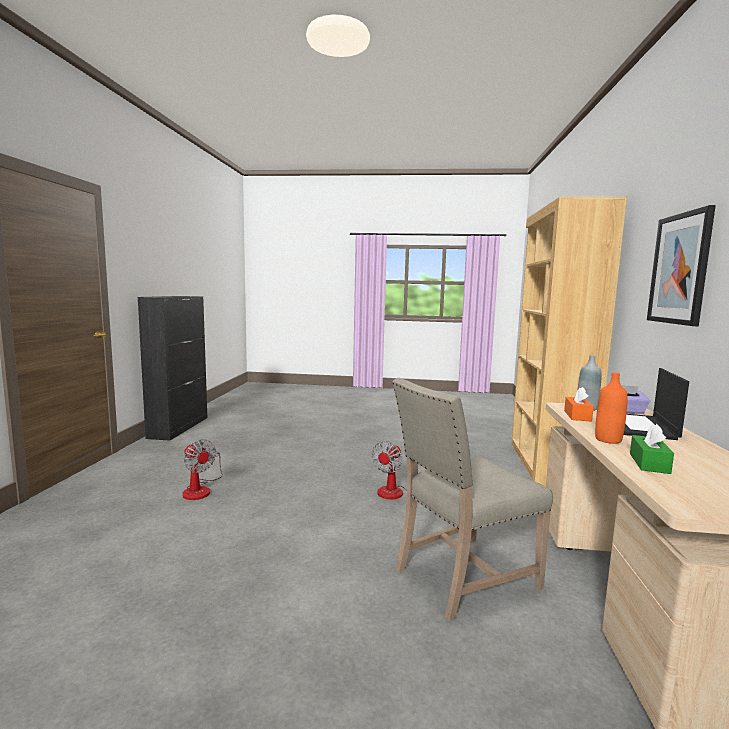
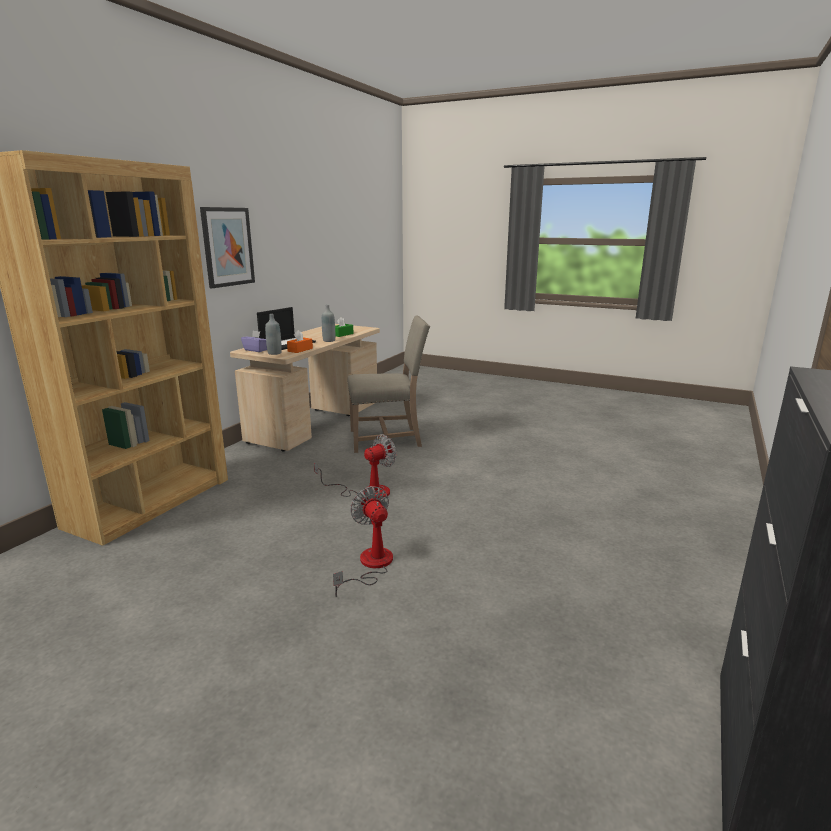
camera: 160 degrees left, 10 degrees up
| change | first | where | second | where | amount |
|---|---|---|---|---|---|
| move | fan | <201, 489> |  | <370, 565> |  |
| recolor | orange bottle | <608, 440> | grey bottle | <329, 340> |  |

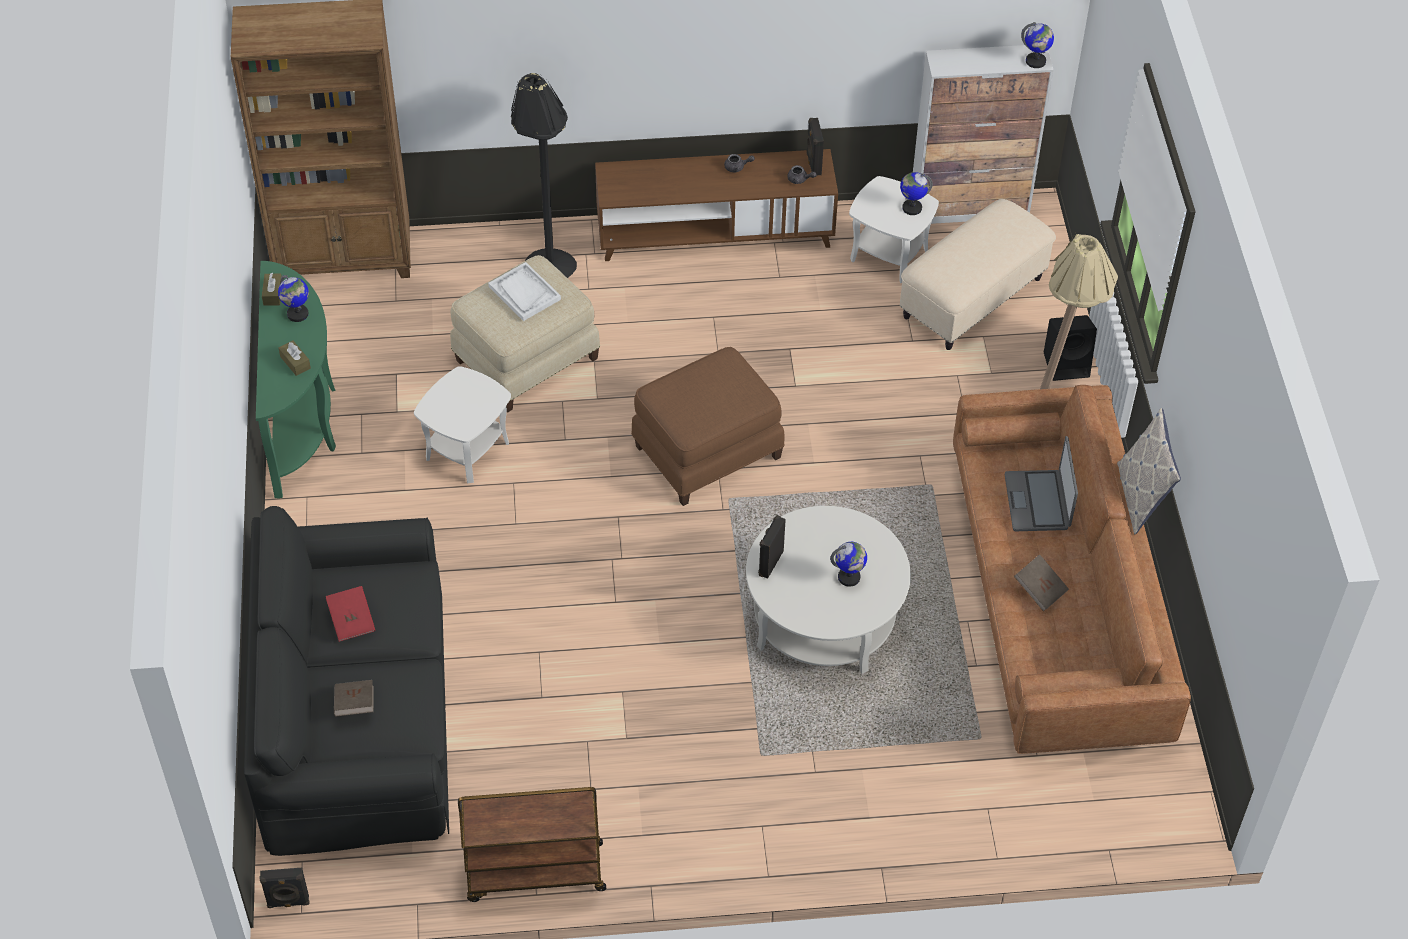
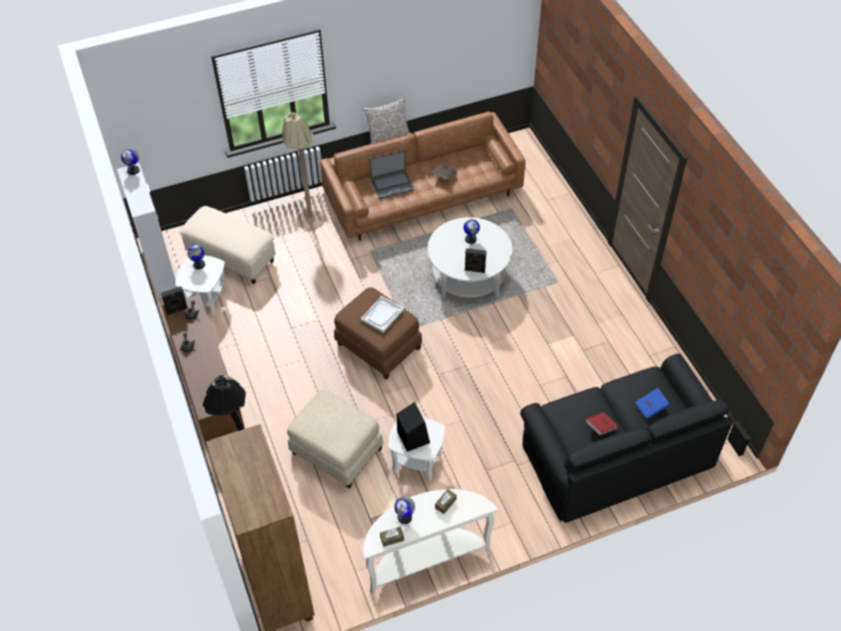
camera: 105 degrees left, 0 degrees up
| change | first | where | second | where | amount |
|---|---|---|---|---|---|
| delete | brown cart | <534, 873> |  |  |  |
| move | white tray | <524, 293> |  | <382, 315> |  |
| move | black speaker | <1067, 364> |  | <412, 436> |  |
| recolor | green console table | <303, 421> | white console table | <425, 557> |  |
| recolor | brown book | <354, 705> | blue book | <651, 407> |  |

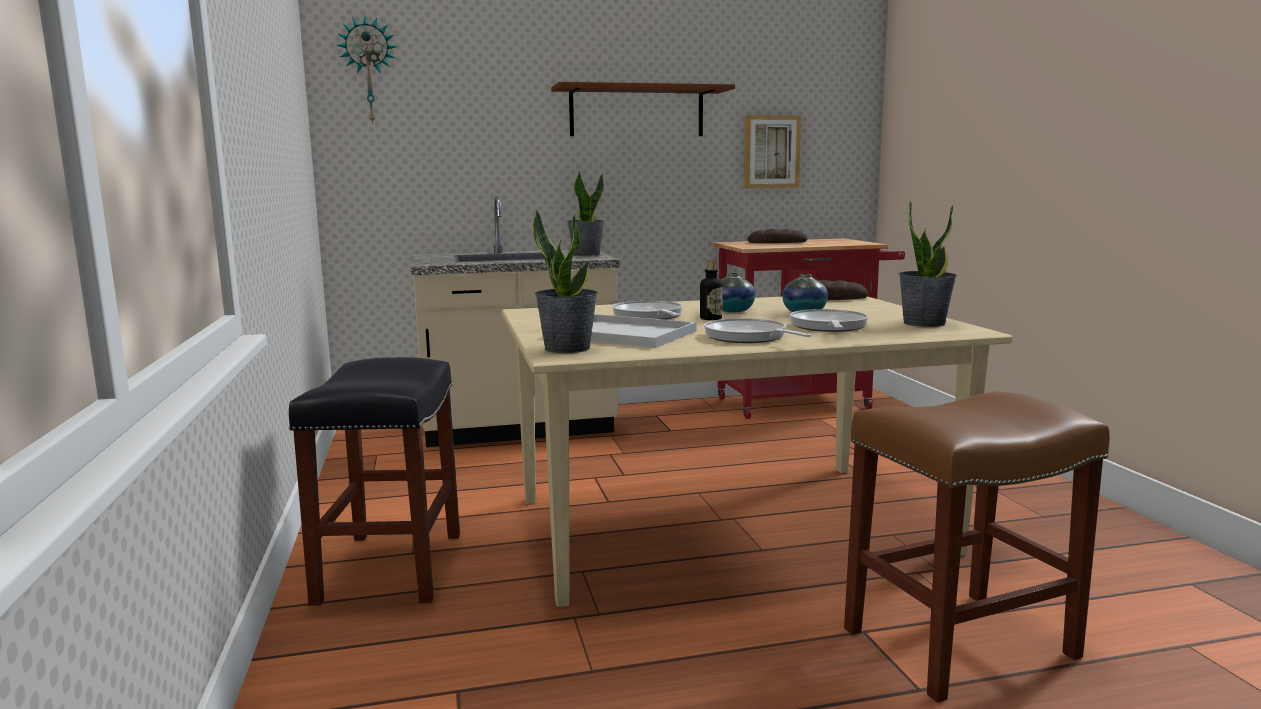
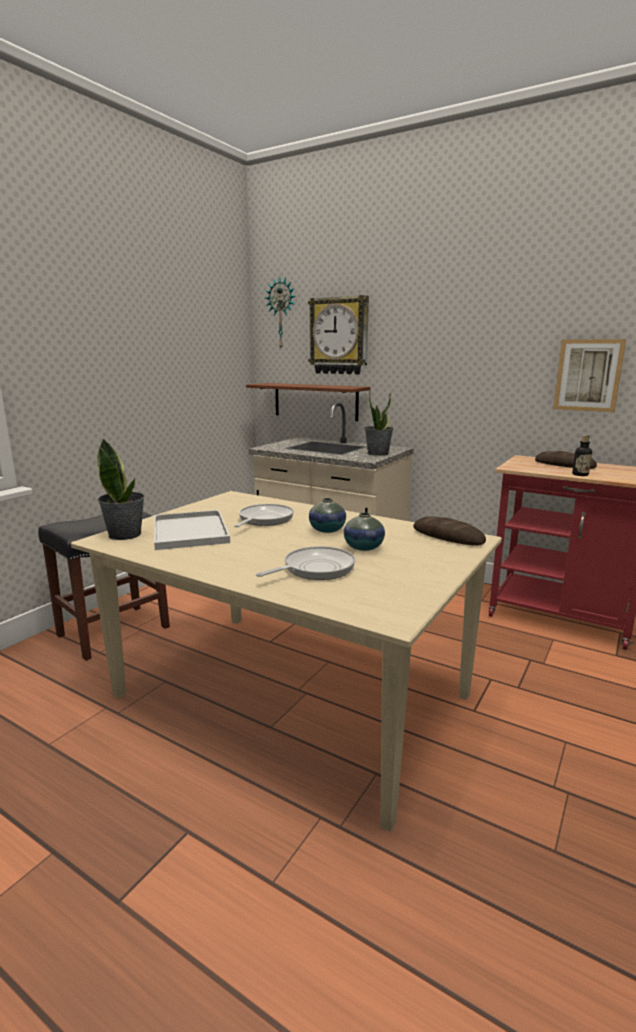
camera: 45 degrees right, 5 degrees up
| change | first | where | second | where | amount |
|---|---|---|---|---|---|
| delete | frying pan | <748, 337> |  |  |  |
| delete | brown stool | <958, 644> |  |  |  |
| delete | potted plant | <923, 323> |  |  |  |
| insert |  |  | wall clock | <339, 336> |  |
| move | brown shelf | <637, 112> |  | <315, 401> |  |
| move | bottle | <711, 318> |  | <580, 474> |  |

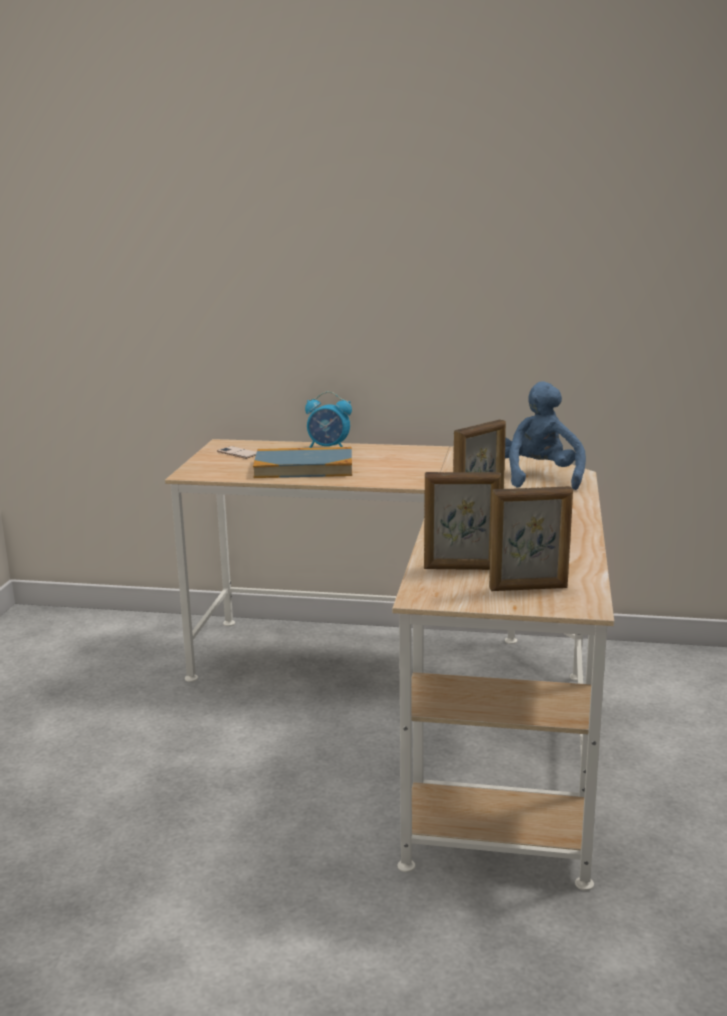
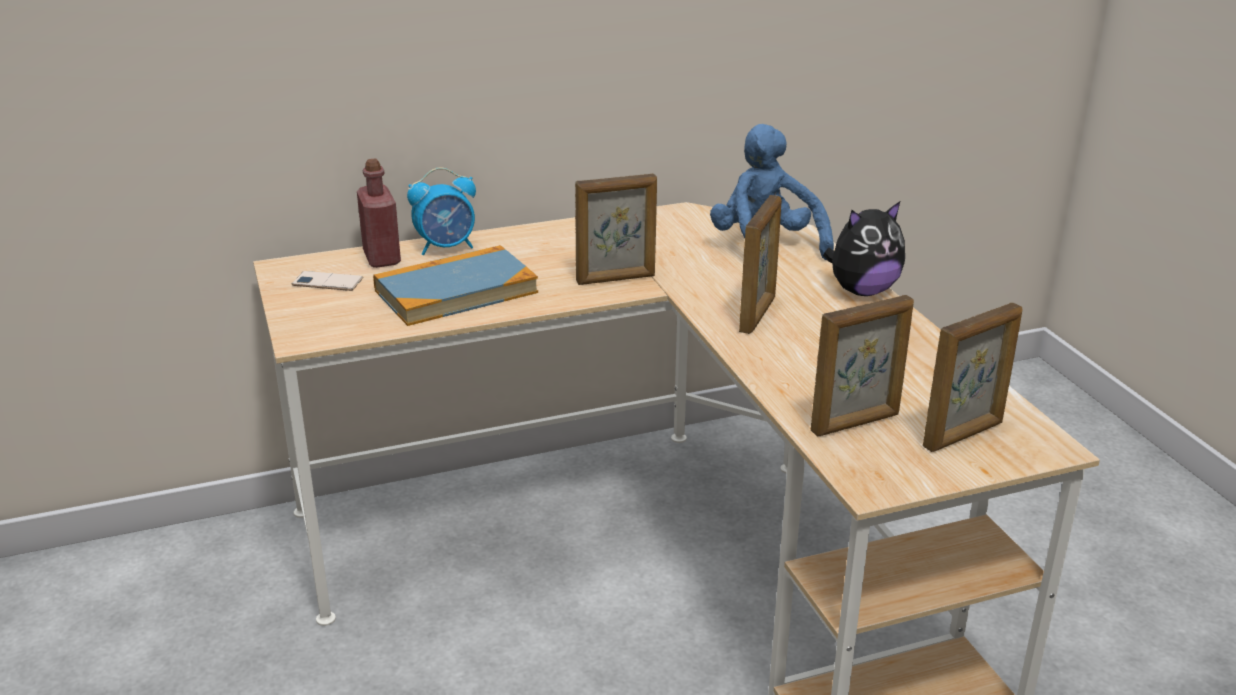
camera: 30 degrees left, 10 degrees up
| change | first | where | second | where | amount |
|---|---|---|---|---|---|
| insert |  |  | red bottle | <382, 258> |  |
| insert |  |  | picture frame | <616, 279> |  |
| insert |  |  | plush toy | <862, 290> |  |

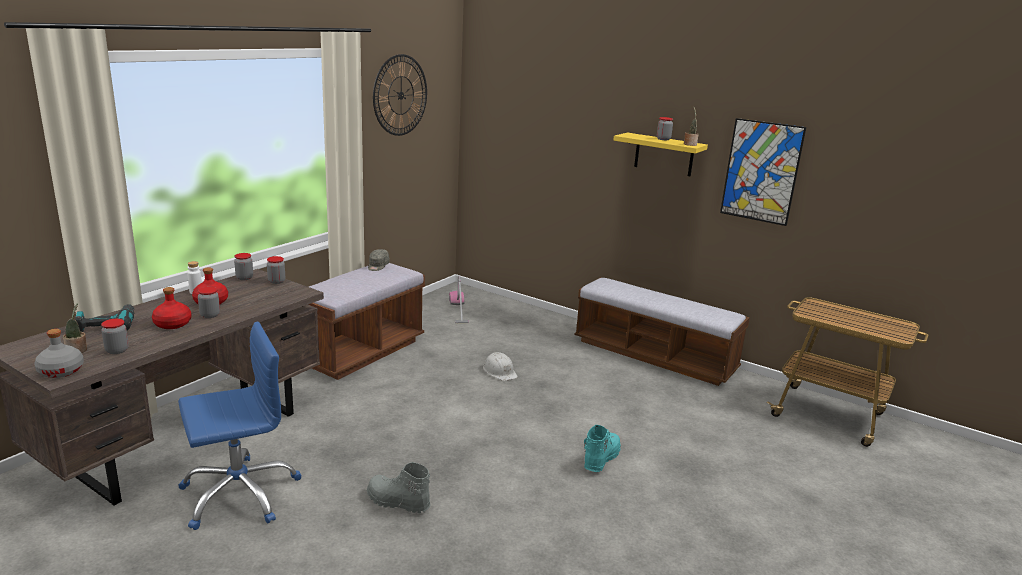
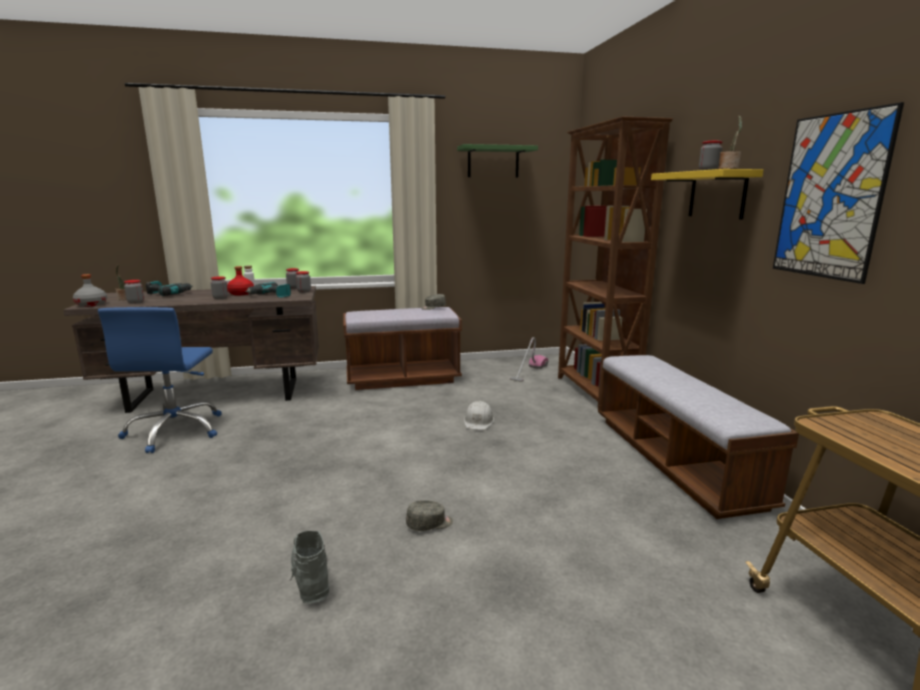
camera: 45 degrees right, 5 degrees down
| change | first | where | second | where | amount |
|---|---|---|---|---|---|
| delete | red bottle | <172, 324> |  |  |  |
| insert |  |  | power drill | <270, 296> |  |
| insert |  |  | brown bookcase | <595, 392> |  |
| move | grey boot | <397, 502> |  | <310, 577> |  |
| replace | wall clock | <400, 95> | green shelf | <493, 162> |  |
| replace | turquoise boot | <600, 459> | grey cap | <429, 524> |  |
| rotate | blue office chair | <239, 493> |  | <175, 431> | 75 degrees clockwise |

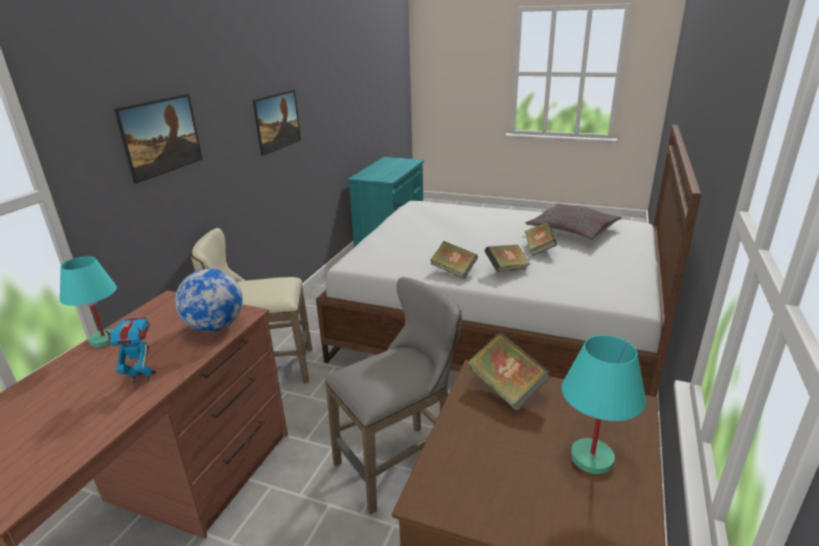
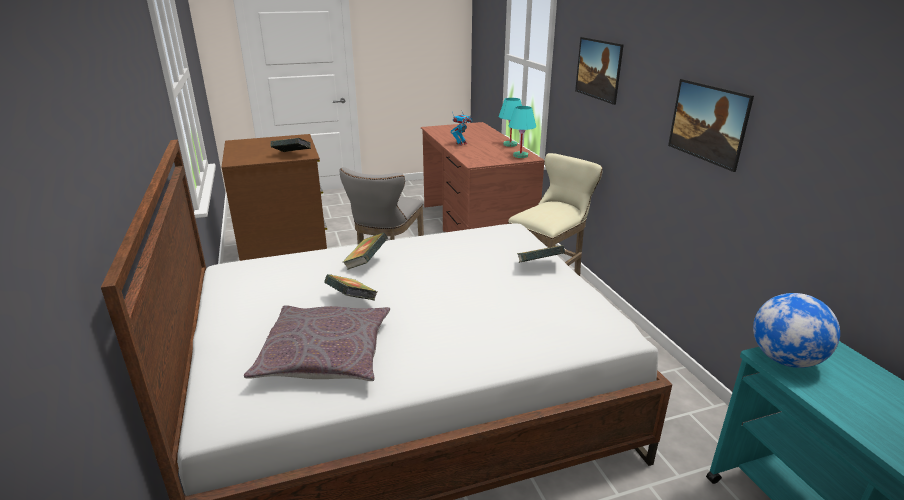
camera: 140 degrees right, 0 degrees up
| change | first | where | second | where | amount |
|---|---|---|---|---|---|
| move | globe | <215, 327> |  | <785, 359> |  |
| move | book | <453, 271> |  | <539, 266> |  |
| move | turquoise table lamp | <591, 457> |  | <520, 156> |  |

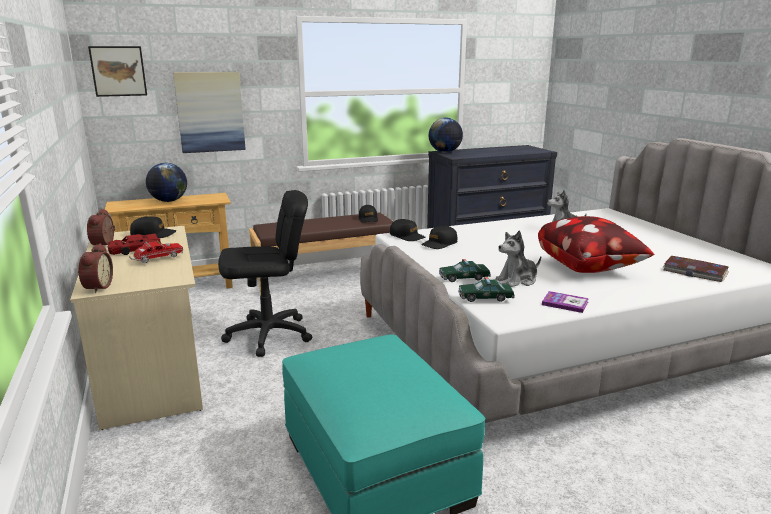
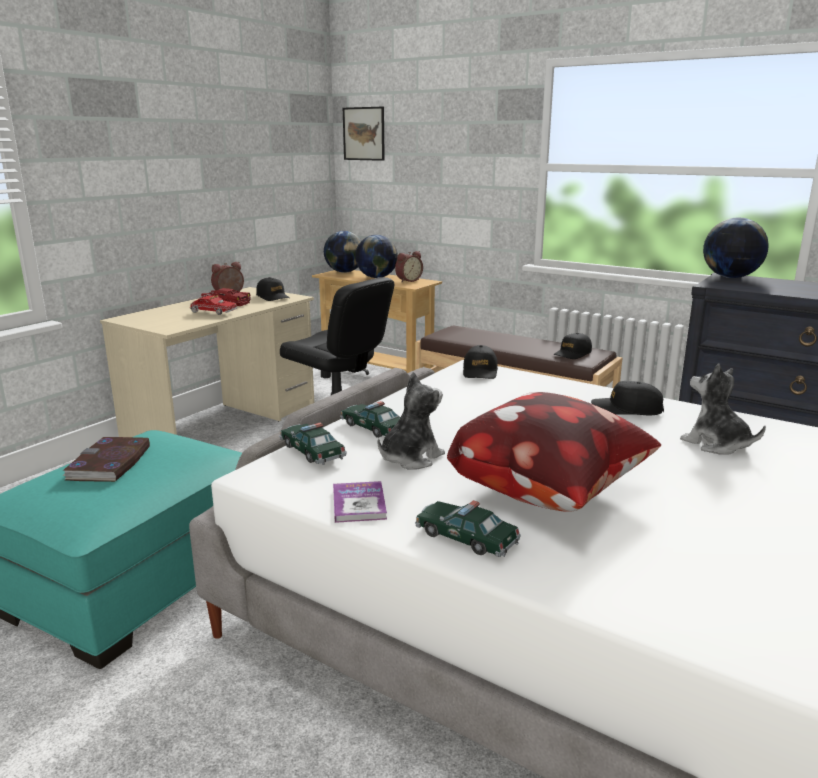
camera: 55 degrees right, 0 degrees up
| change | first | where | second | where | amount |
|---|---|---|---|---|---|
| delete | picture | <210, 112> |  |  |  |
| insert |  |  | globe | <344, 272> |  |
| insert |  |  | toy car | <466, 538> |  |
| move | alarm clock | <96, 287> |  | <408, 280> |  |
| move | black cap | <439, 244> |  | <627, 409> |  |
| move | book | <695, 271> |  | <110, 463> |  |
| rotate | plush toy | <517, 280> |  | <410, 458> | 105 degrees clockwise |

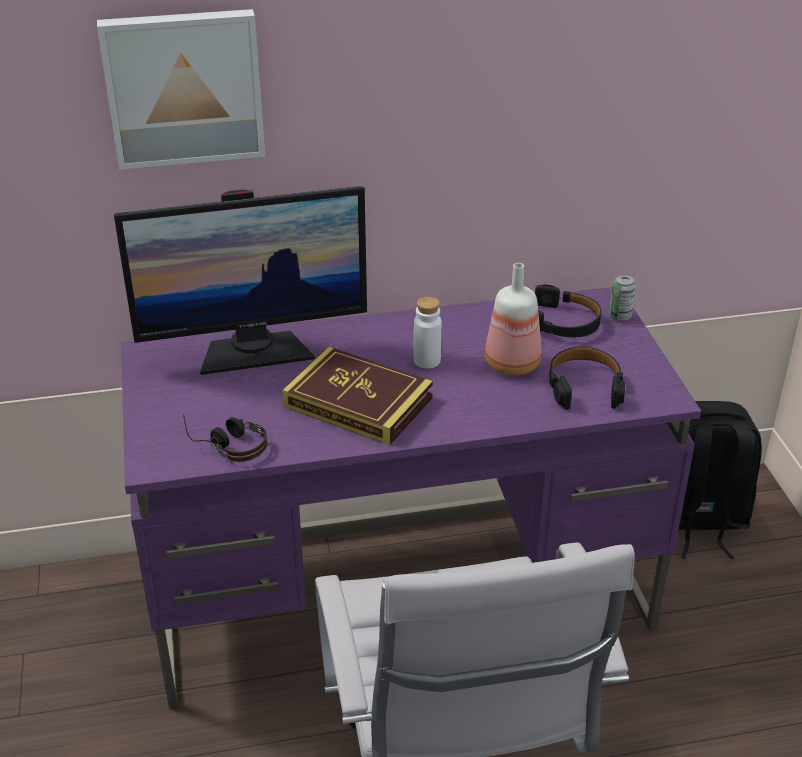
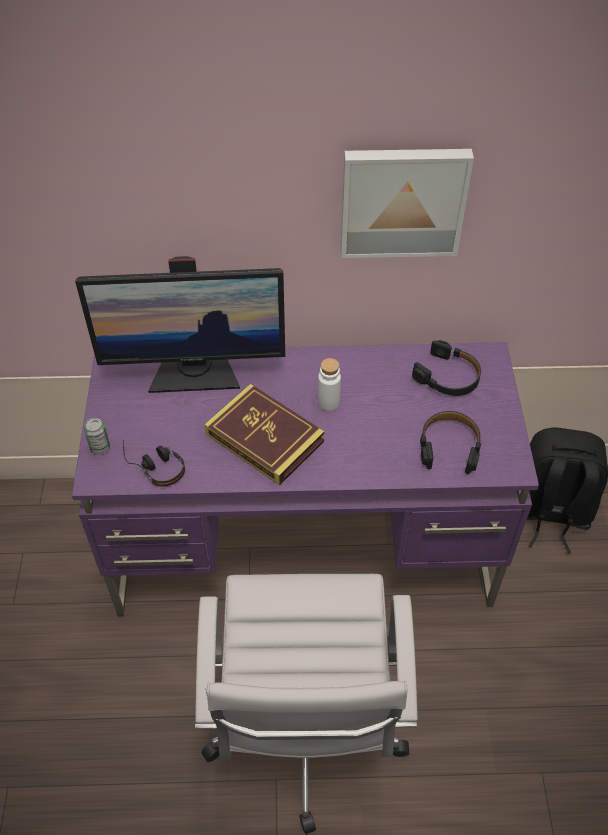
camera: 10 degrees right, 15 degrees up
| change | first | where | second | where | amount |
|---|---|---|---|---|---|
| delete | bottle | <512, 363> |  |  |  |
| move | picture | <184, 87> |  | <402, 201> |  |
| move | can | <620, 316> |  | <100, 448> |  |

